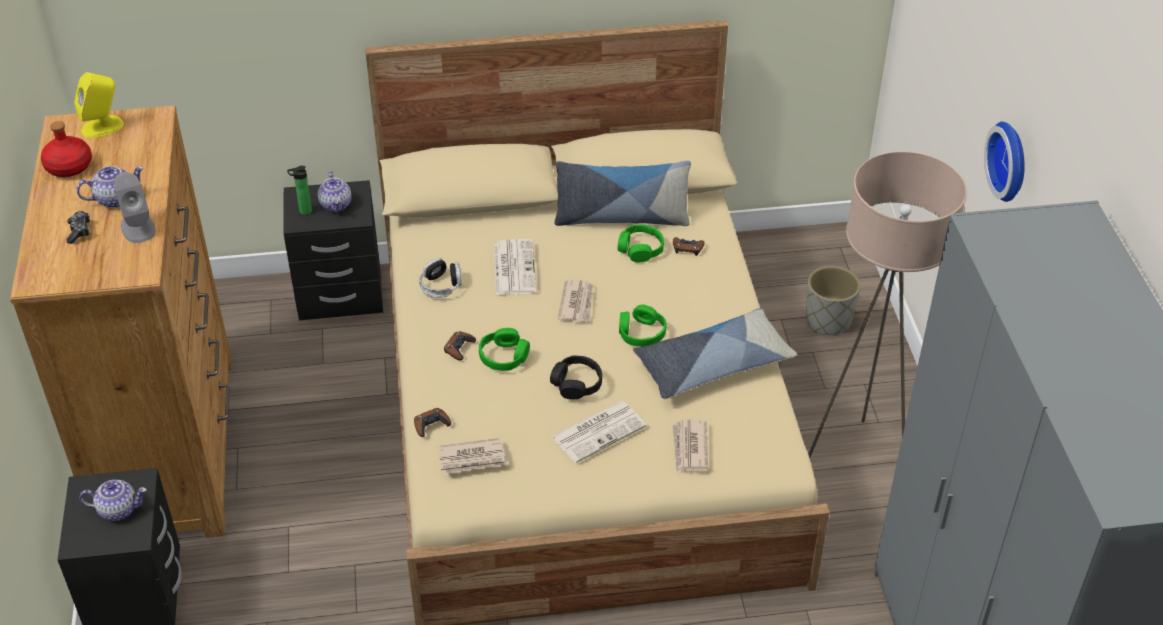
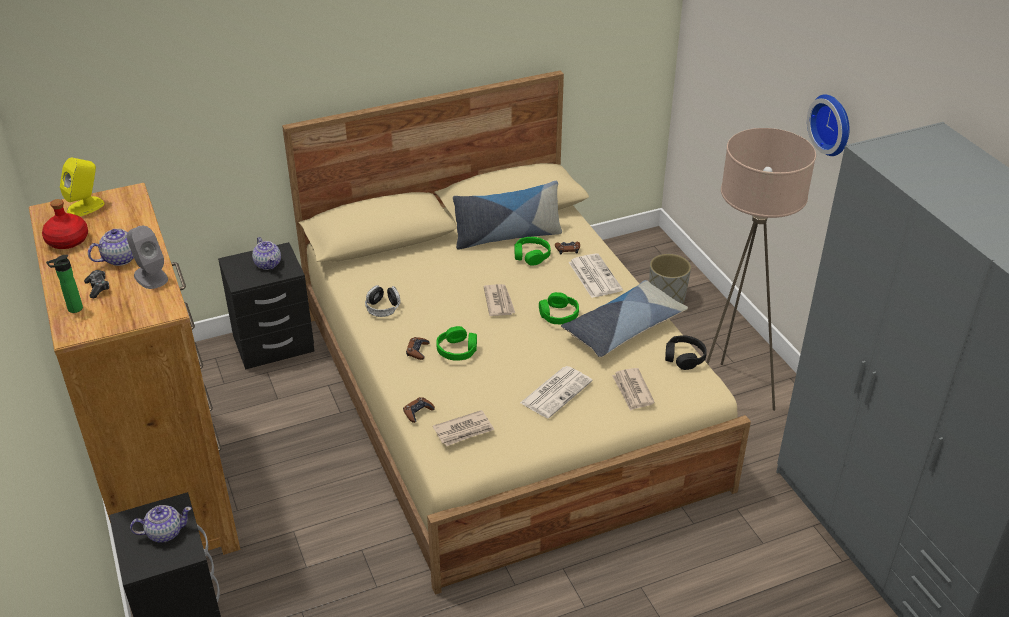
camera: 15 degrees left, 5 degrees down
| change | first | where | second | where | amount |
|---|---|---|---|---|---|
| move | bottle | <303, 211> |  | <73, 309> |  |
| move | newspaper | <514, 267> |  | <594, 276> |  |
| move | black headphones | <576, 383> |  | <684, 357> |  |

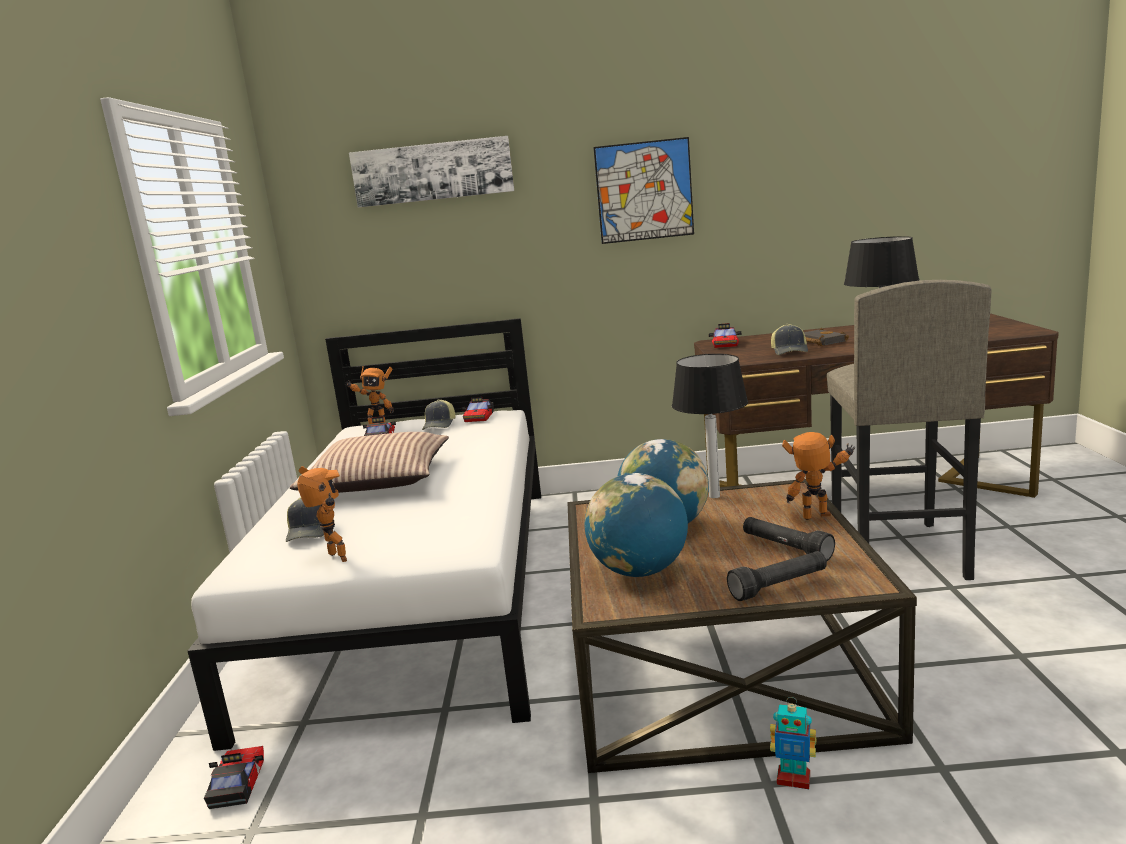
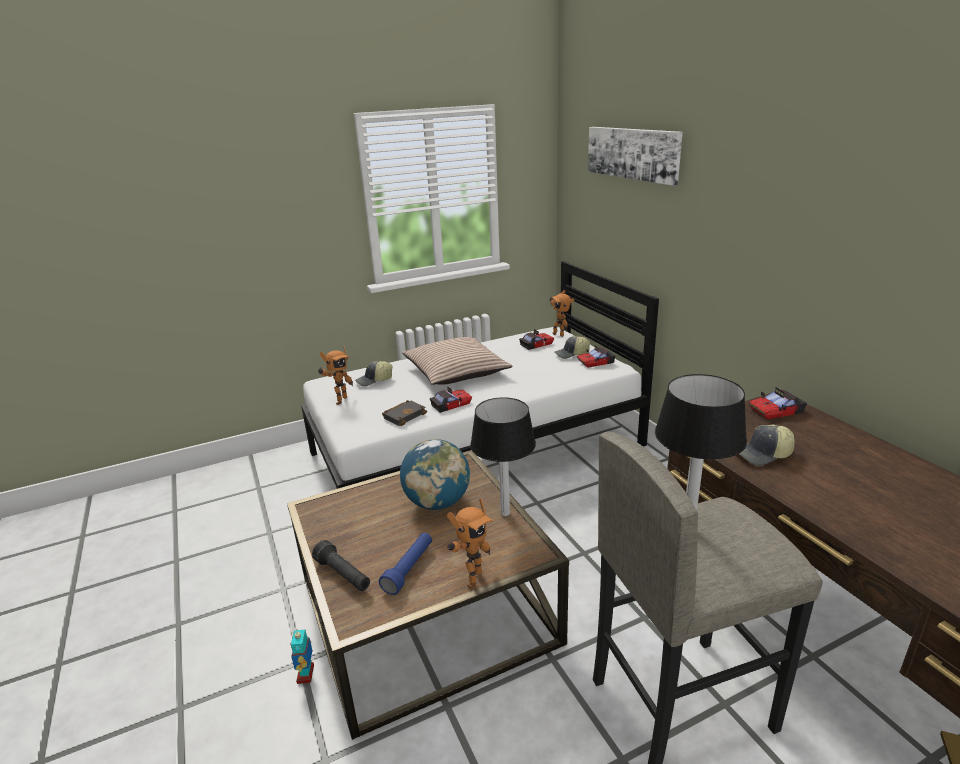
camera: 65 degrees right, 10 degrees up
| change | first | where | second | where | amount |
|---|---|---|---|---|---|
| delete | globe | <639, 571> |  |  |  |
| delete | picture | <644, 191> |  |  |  |
| move | toy car | <237, 782> |  | <451, 404> |  |
| move | black book | <819, 342> |  | <404, 415> |  |
| recolor | black flashlight | <786, 548> | blue flashlight | <409, 569> |  |
| rotate | toy robot | <819, 519> |  | <471, 578> | 60 degrees clockwise |

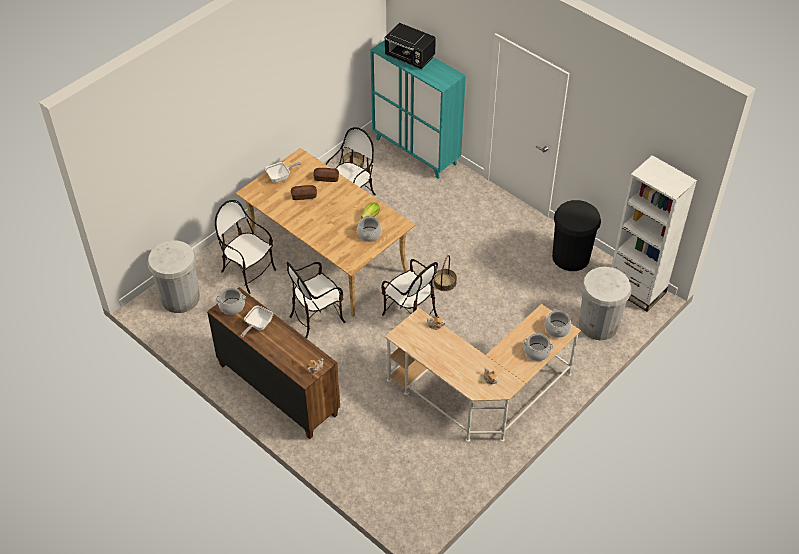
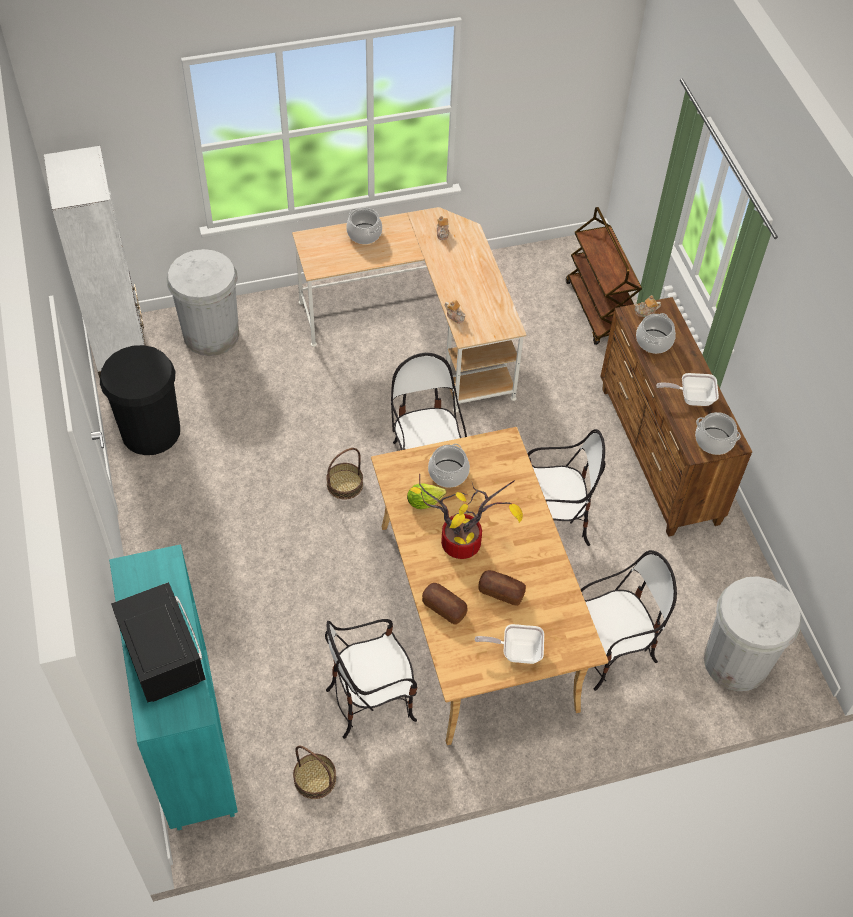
camera: 150 degrees left, 5 degrees up
| change | first | where | second | where | amount |
|---|---|---|---|---|---|
| insert |  |  | potted plant | <463, 541> |  |
| insert |  |  | brown cart | <598, 310> |  |
| move | cooking pot | <557, 329> |  | <653, 341> |  |
| rotate | chair | <248, 272> |  | <611, 651> | 90 degrees counterclockwise |
| rotate | frying pan | <257, 326> |  | <691, 397> | 150 degrees counterclockwise |

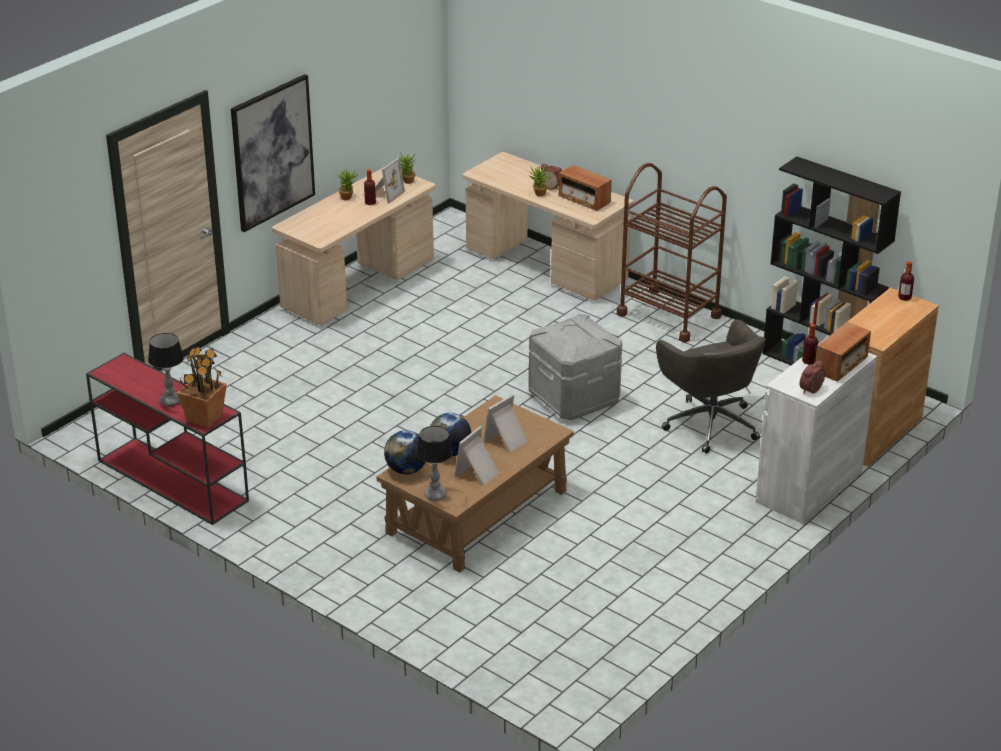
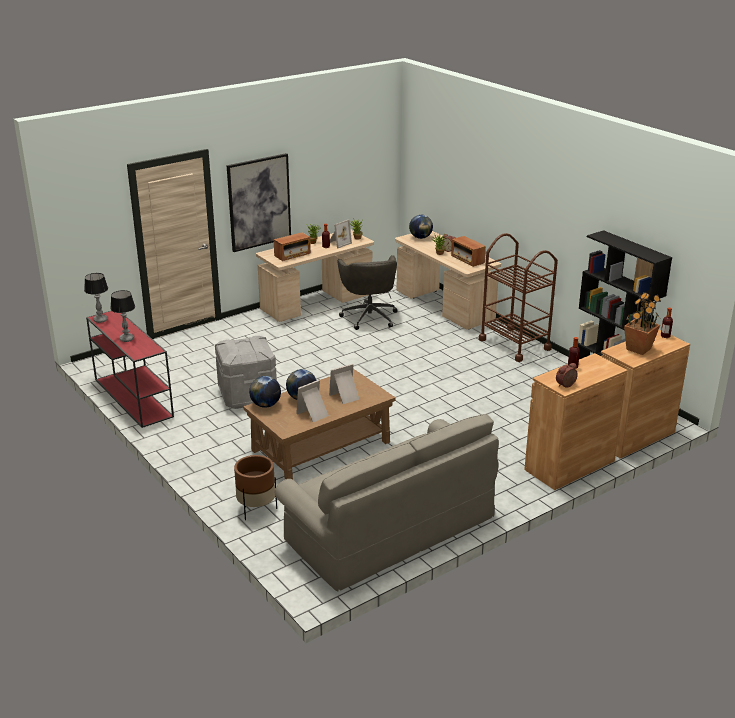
camera: 15 degrees right, 5 degrees down
| change | first | where | second | where | amount |
|---|---|---|---|---|---|
| insert |  |  | brown planter | <256, 509> |  |
| insert |  |  | grey sofa | <390, 528> |  |
| insert |  |  | globe | <420, 237> |  |
| move | potted plant | <205, 418> |  | <638, 349> |  |
| move | table lamp | <436, 495> |  | <100, 320> |  |
| move | grey storage box | <573, 398> |  | <247, 395> |  |
| move | grey office chair | <710, 423> |  | <369, 317> |  |
| move | radio | <841, 365> |  | <292, 255> |  |
| recolor | white cabinet | <809, 486> | brown cabinet | <569, 465> |  |

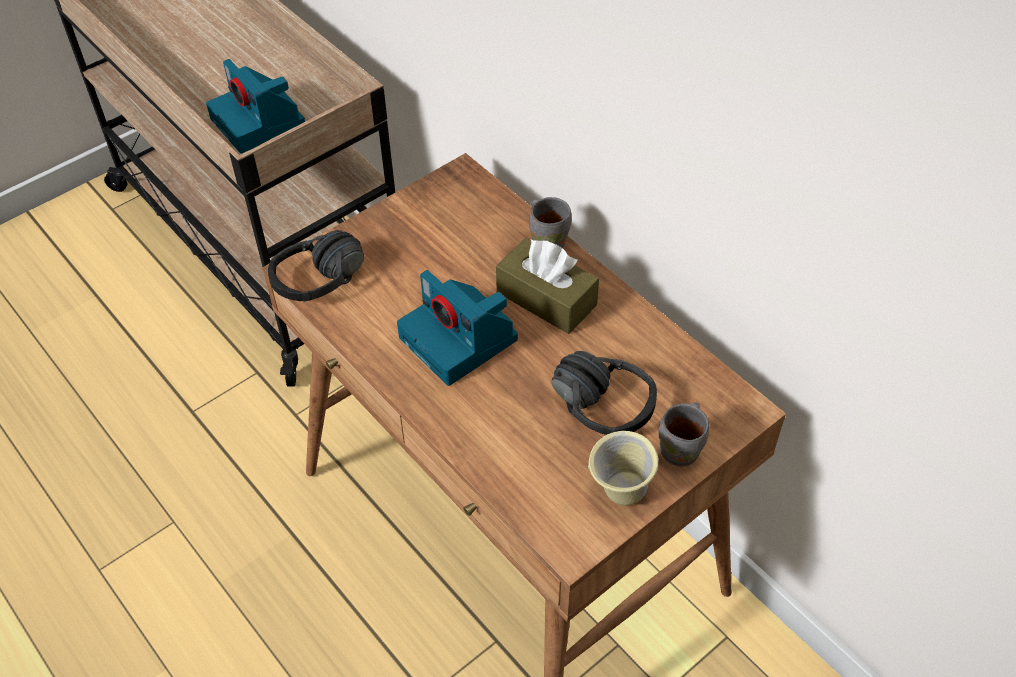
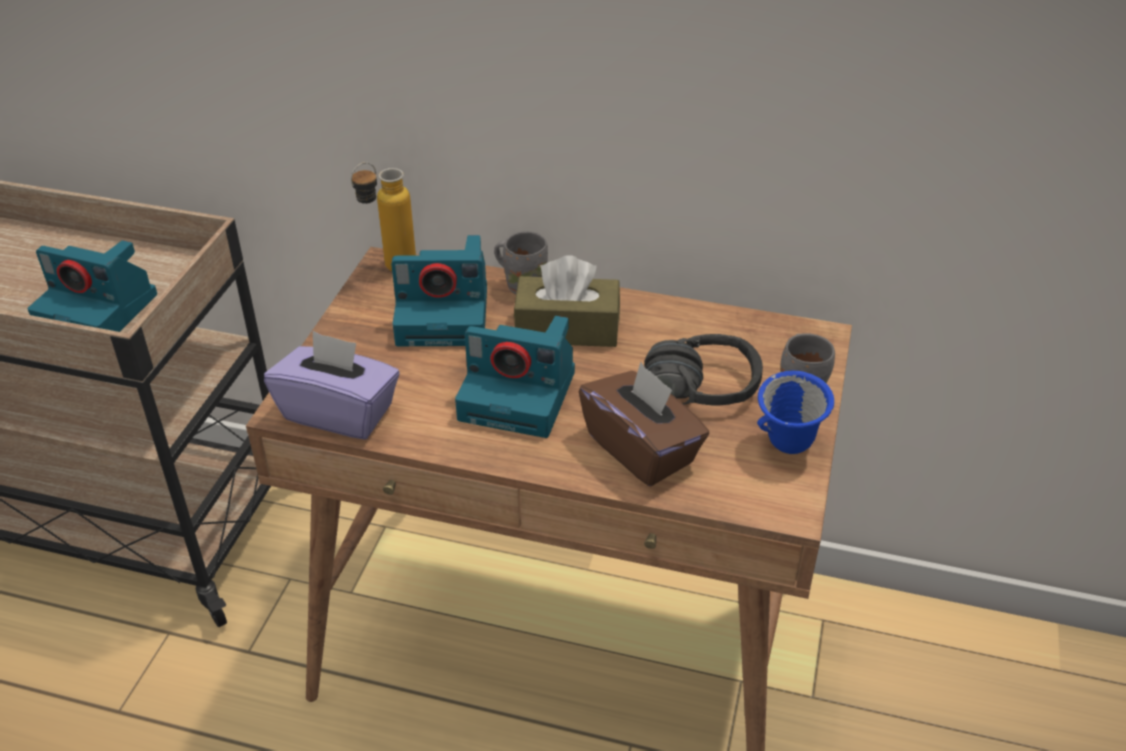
camera: 35 degrees left, 10 degrees down
| change | first | where | second | where | amount |
|---|---|---|---|---|---|
| insert |  |  | bottle | <389, 270> |  |
| insert |  |  | photo camera | <445, 315> |  |
| insert |  |  | brown tissue box | <641, 449> |  |
| replace | black headphones | <327, 288> | purple tissue box | <339, 412> |  |
| recolor | beige mug | <619, 495> | blue mug | <787, 448> |  |

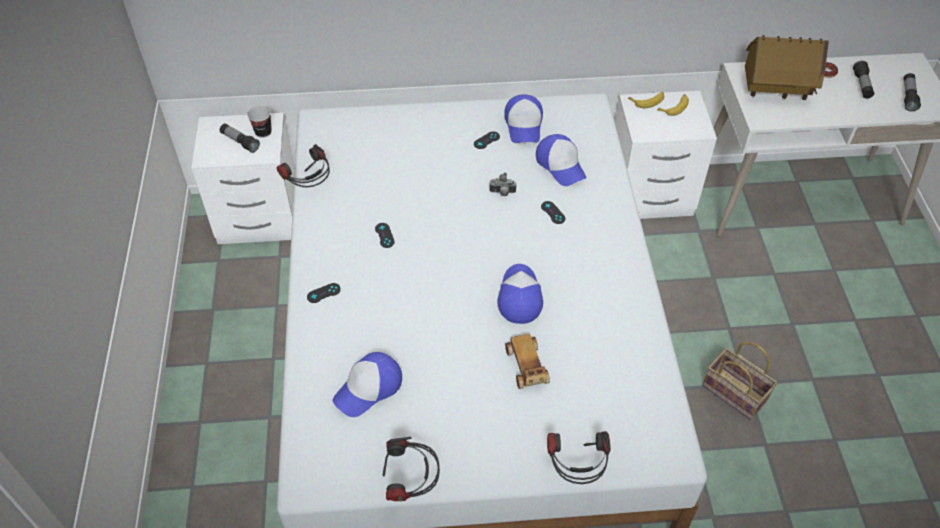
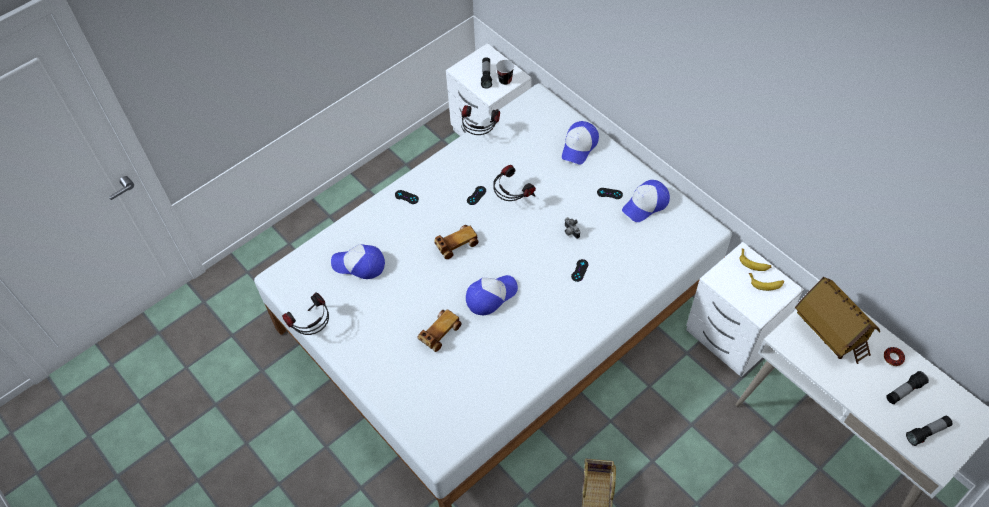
camera: 55 degrees right, 5 degrees up
| change | first | where | second | where | amount |
|---|---|---|---|---|---|
| insert |  |  | toy car | <456, 245> |  |
| move | cap | <561, 165> |  | <579, 146> |  |
| move | headphones | <576, 470> |  | <512, 198> |  |

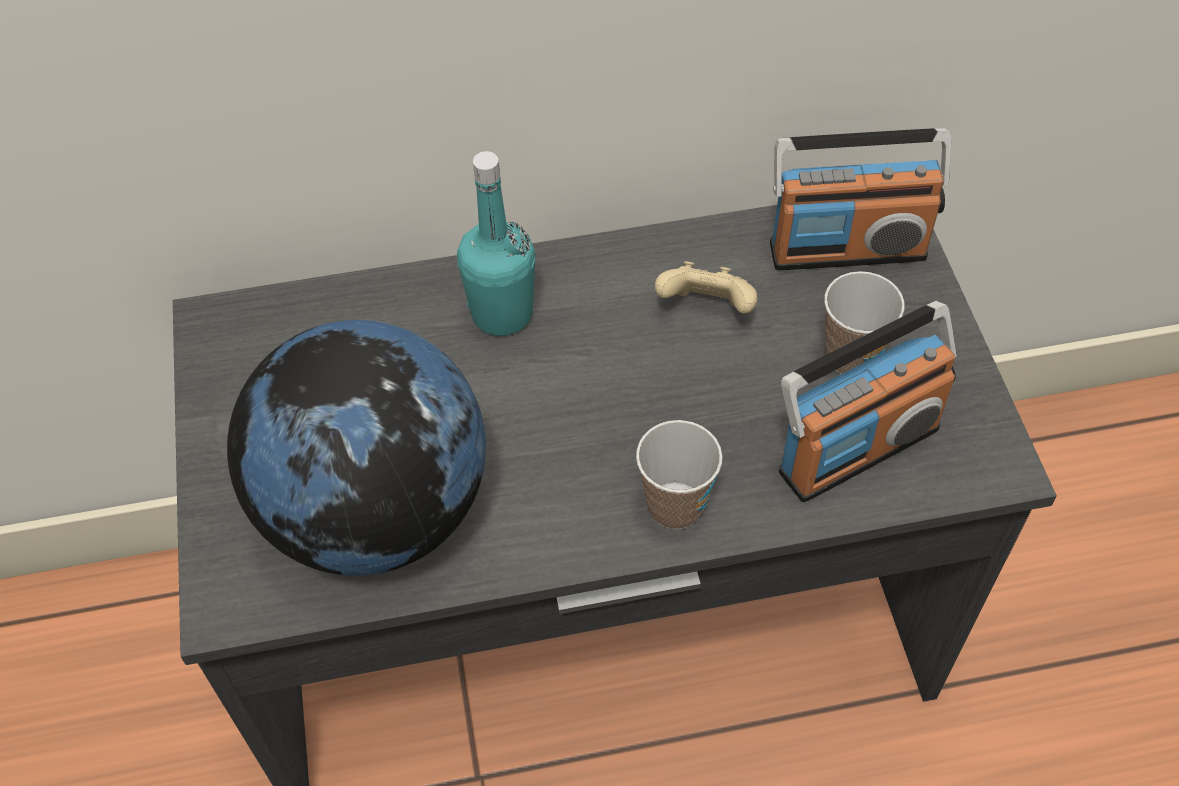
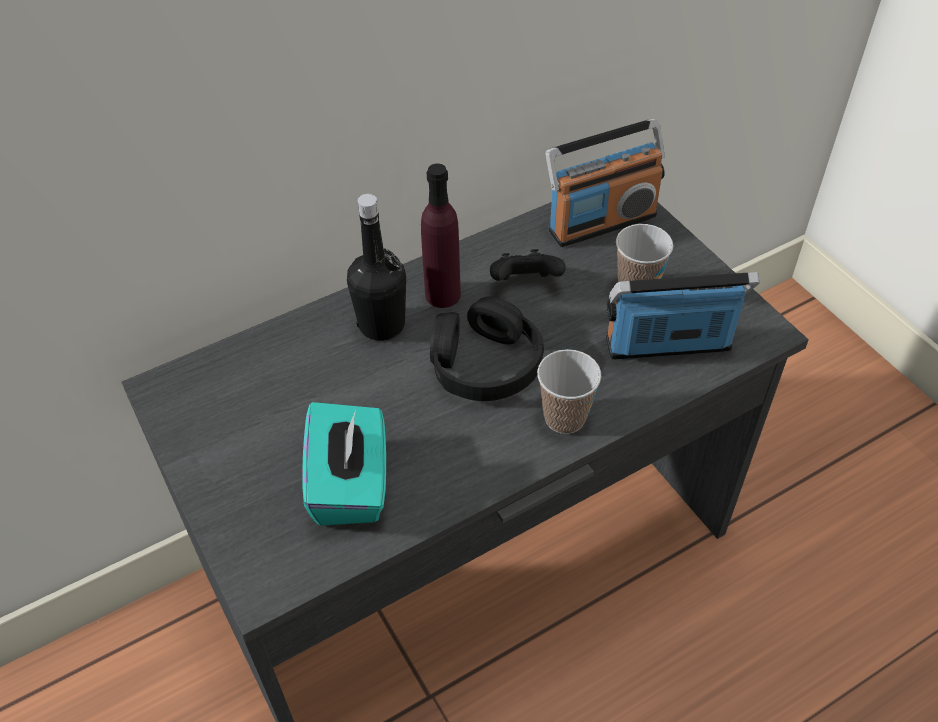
camera: 20 degrees left, 5 degrees down
| change | first | where | second | where | amount |
|---|---|---|---|---|---|
| insert |  |  | purple bottle | <442, 295> |  |
| insert |  |  | black headphones | <485, 364> |  |
| replace | globe | <377, 512> | turquoise tissue box | <350, 485> |  |
| recolor | turquoise bottle | <502, 314> | black bottle | <382, 325> |  |
| recolor | beige game controller | <706, 308> | black game controller | <525, 283> |  |
| rotate | radio | <857, 448> |  | <668, 345> | 135 degrees counterclockwise |

